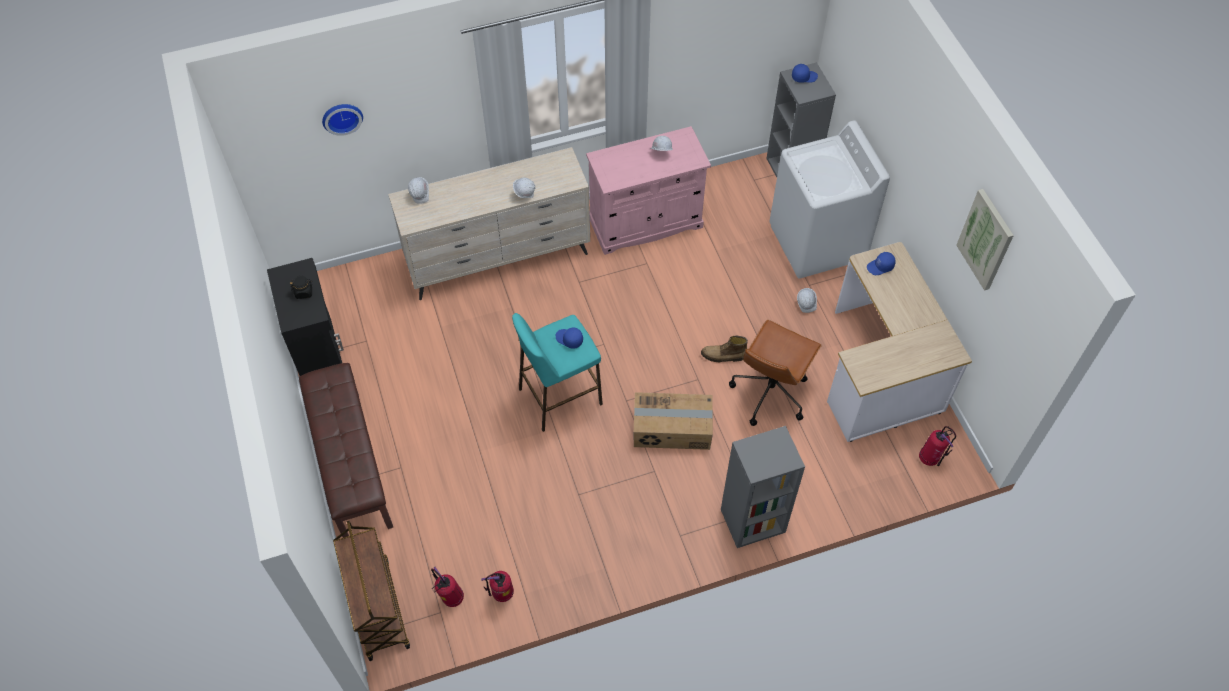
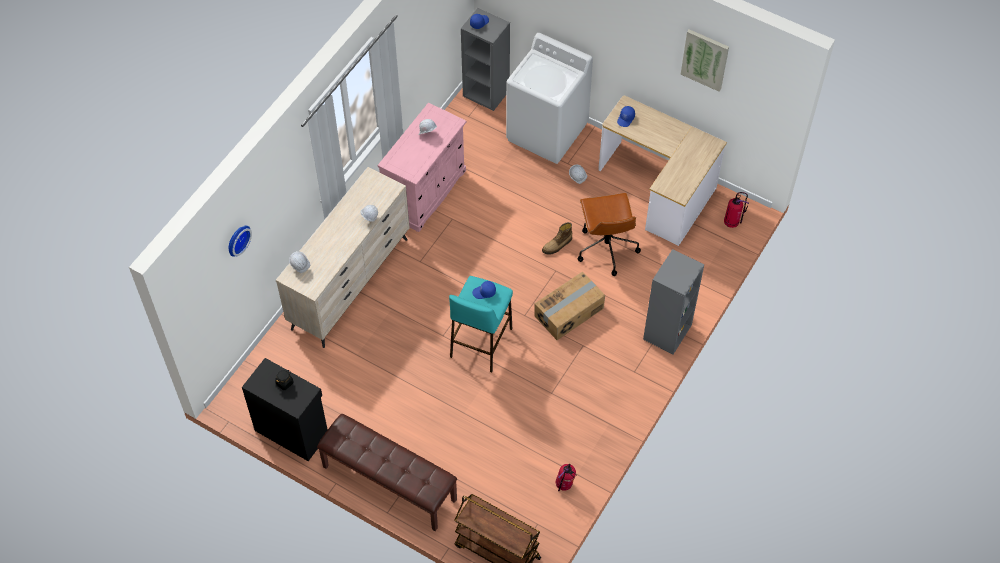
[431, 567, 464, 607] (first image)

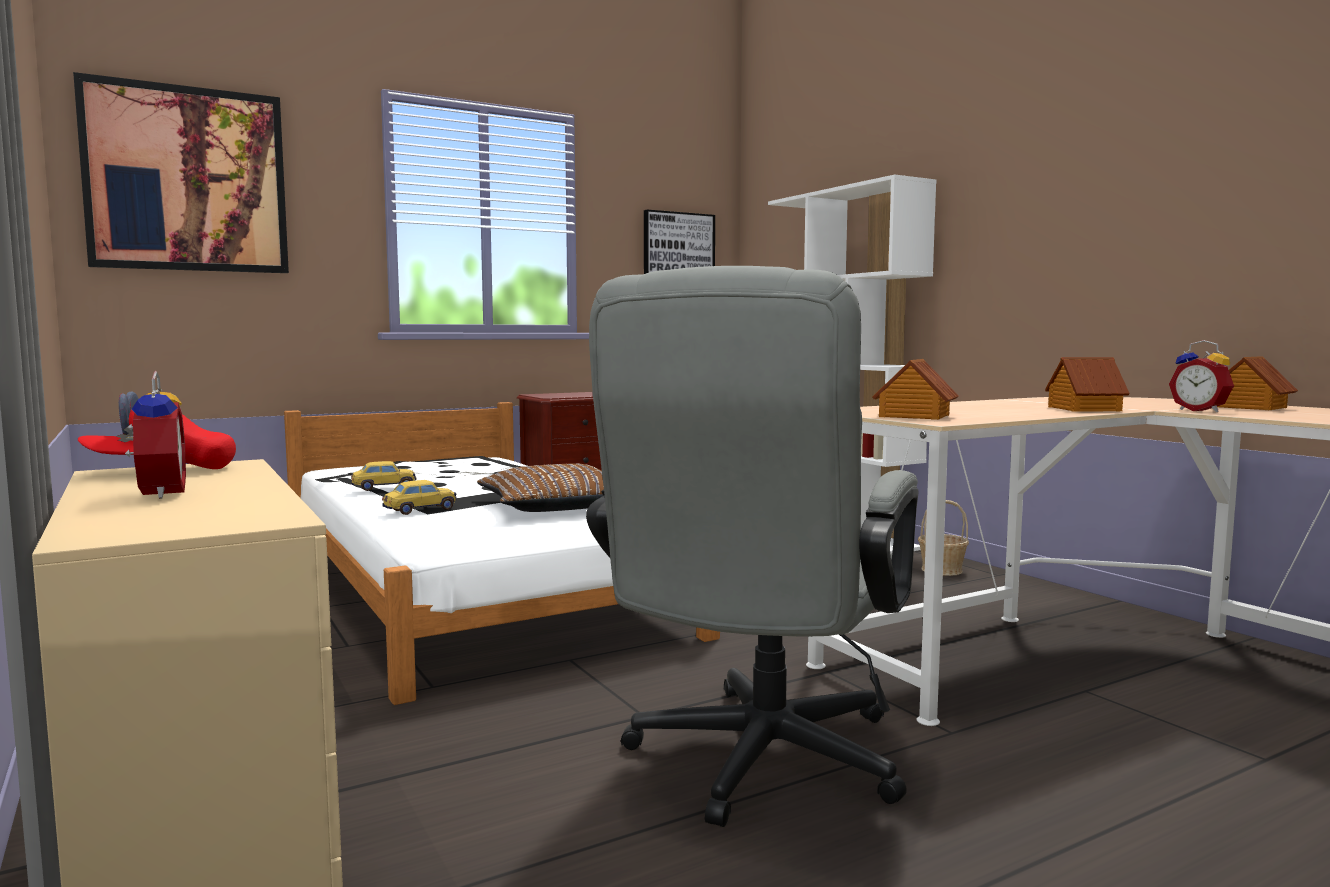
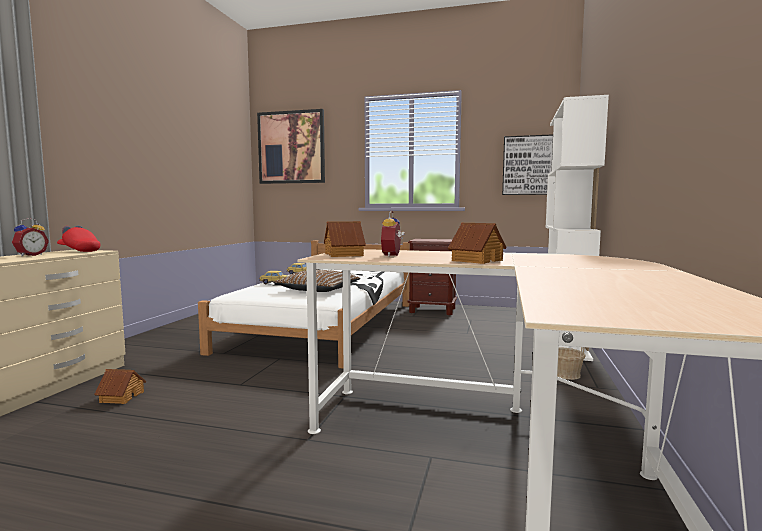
[94, 369, 146, 404]
[381, 210, 405, 257]
[586, 266, 918, 827] (first image)

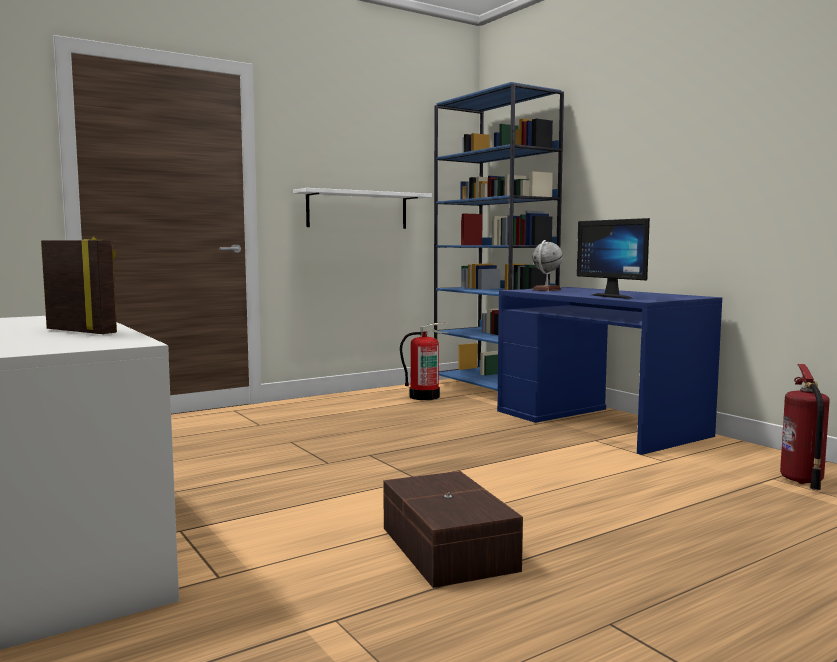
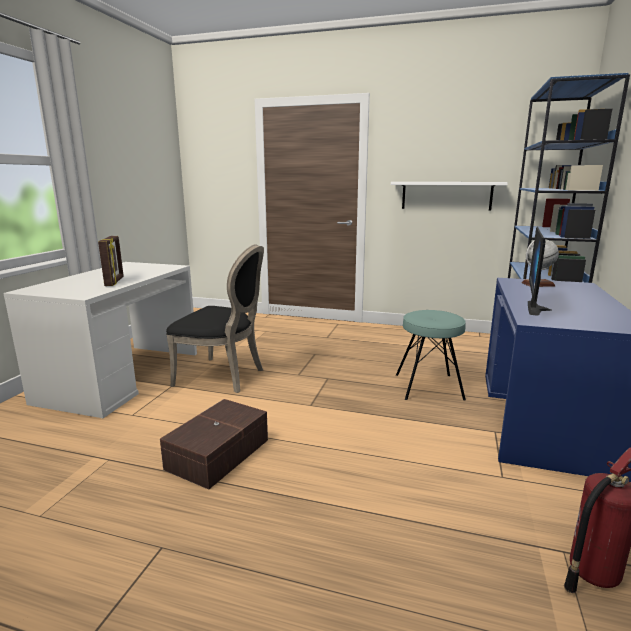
[166, 244, 264, 393]
[396, 310, 466, 401]
[400, 322, 449, 400] (first image)

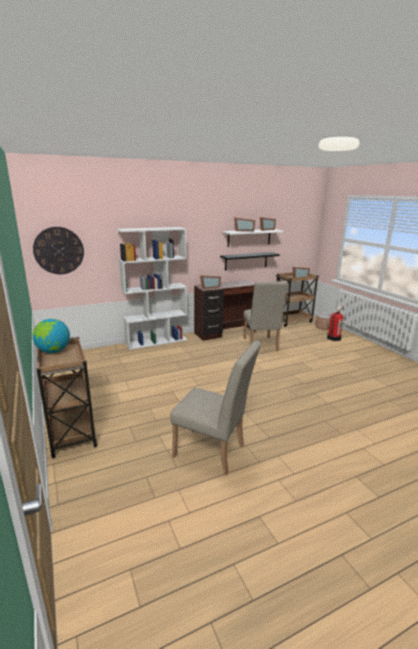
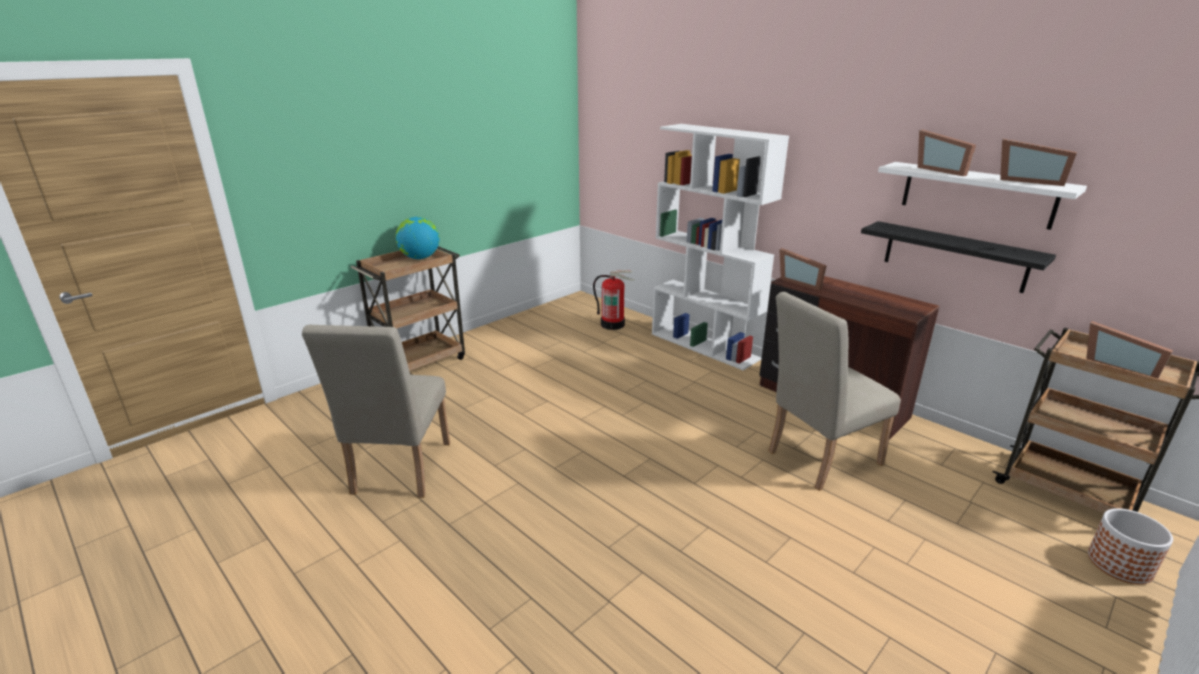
[593, 270, 635, 330]
[33, 227, 84, 274] (first image)

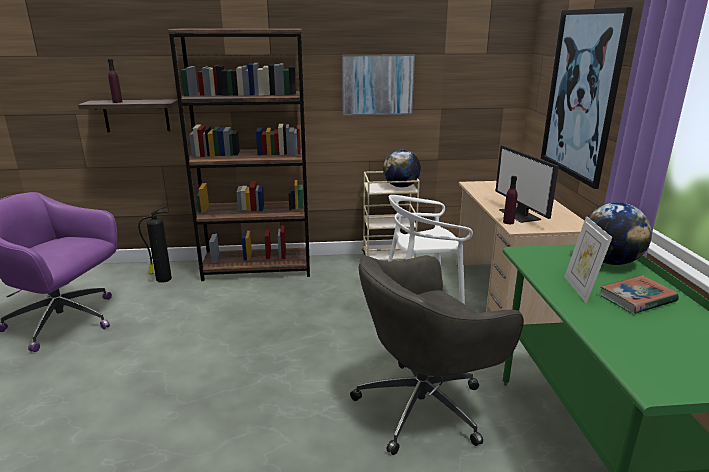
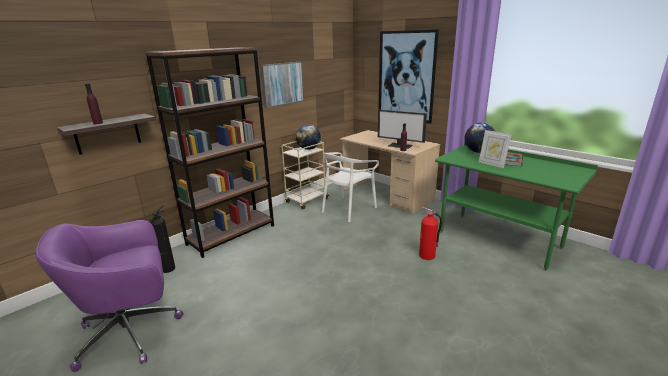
[419, 207, 442, 260]

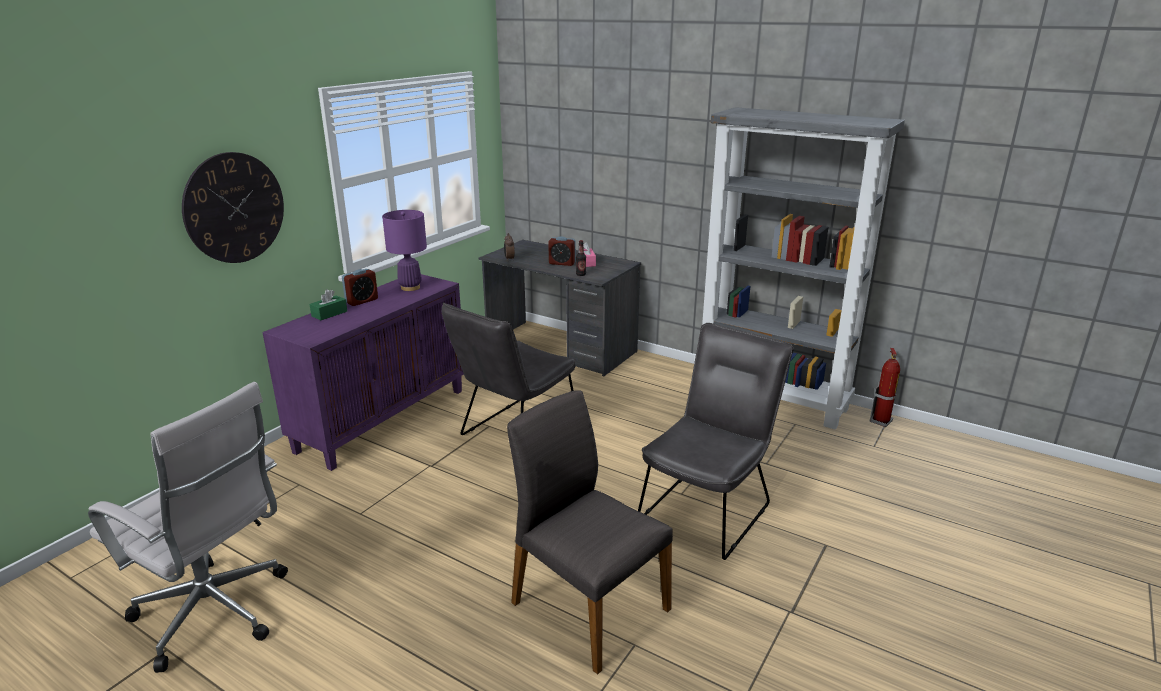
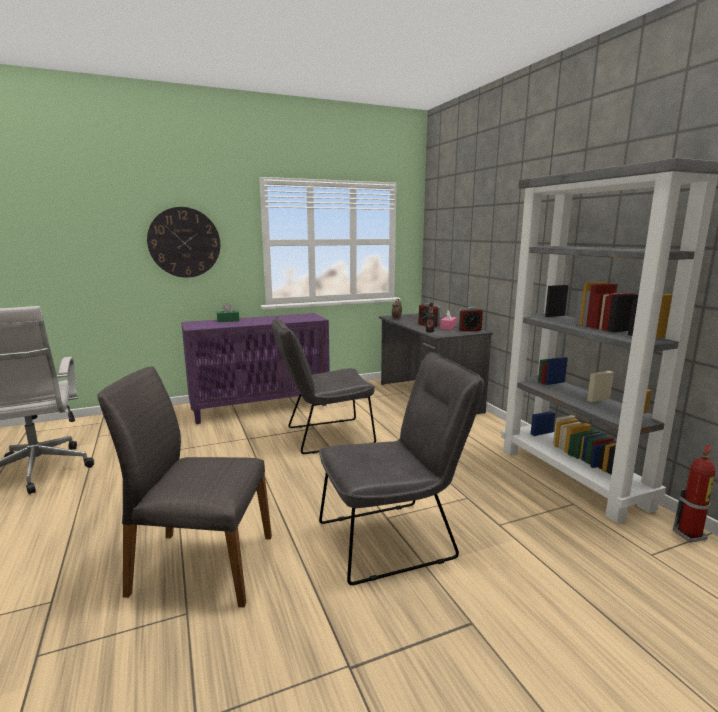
[97, 366, 272, 607]
[458, 307, 483, 332]
[382, 210, 427, 291] (first image)

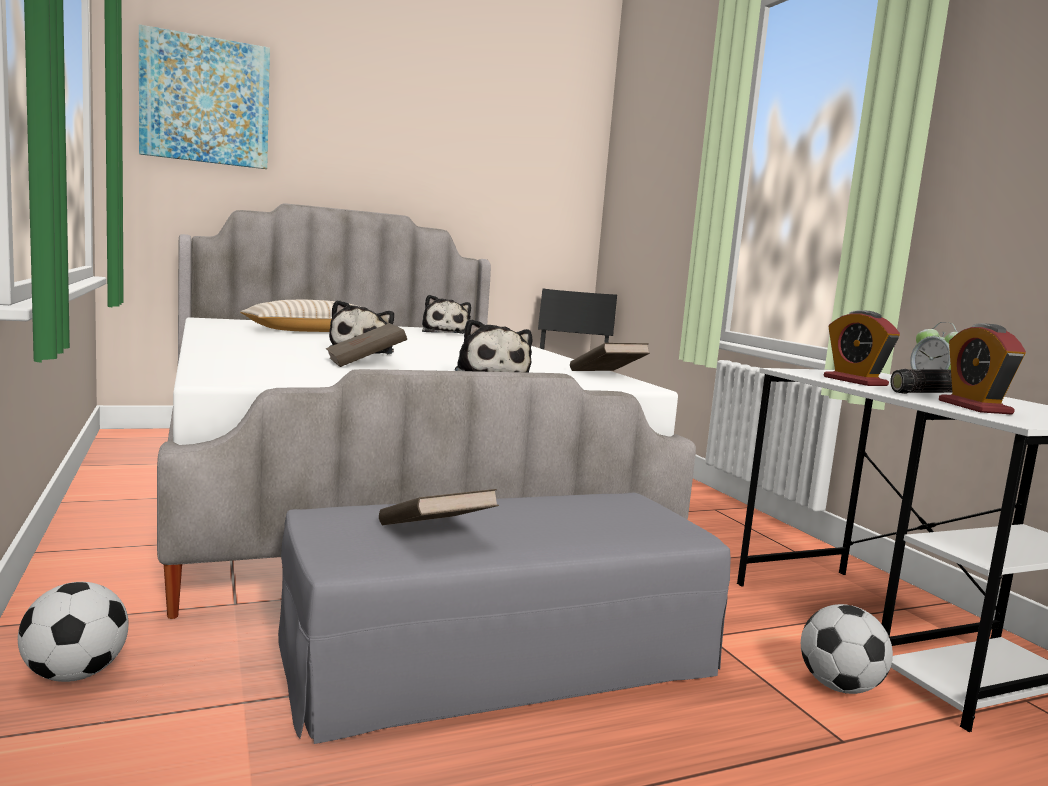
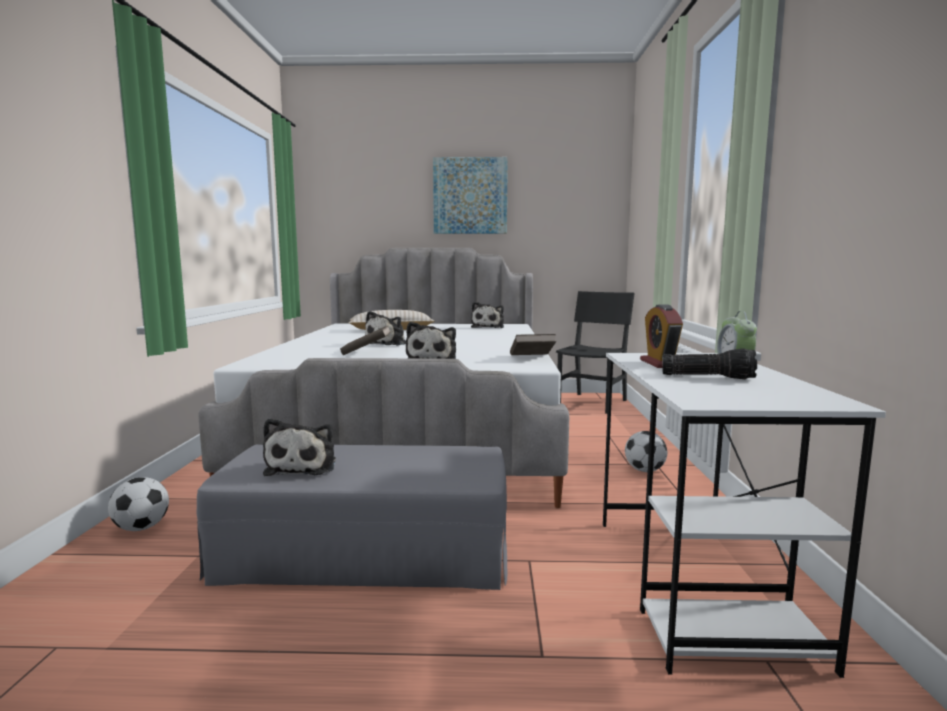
[263, 418, 336, 476]
[433, 157, 508, 234]
[625, 431, 667, 472]
[939, 323, 1026, 414] (first image)

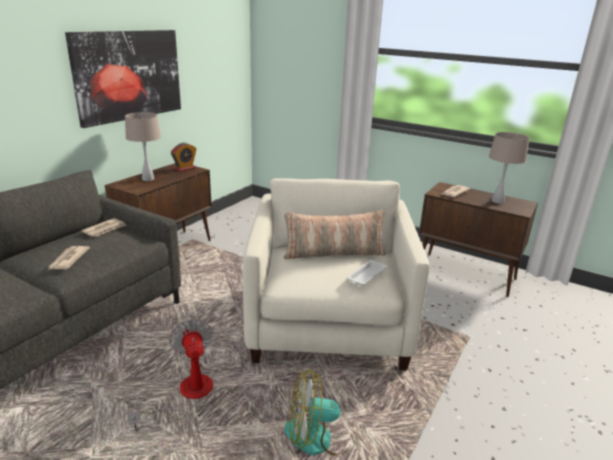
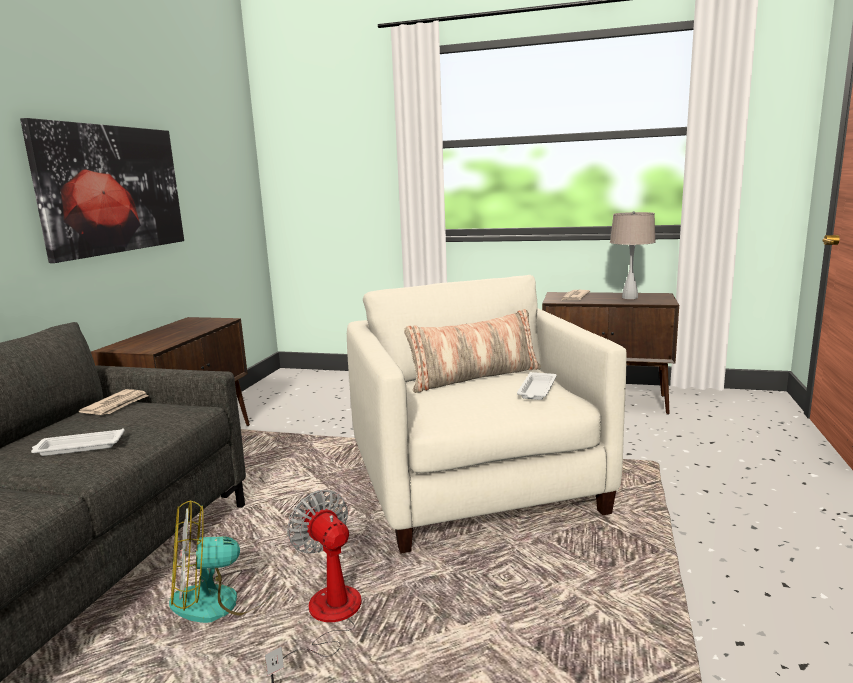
[31, 428, 124, 456]
[169, 500, 272, 623]
[125, 112, 161, 181] (first image)
[171, 143, 197, 172] (first image)

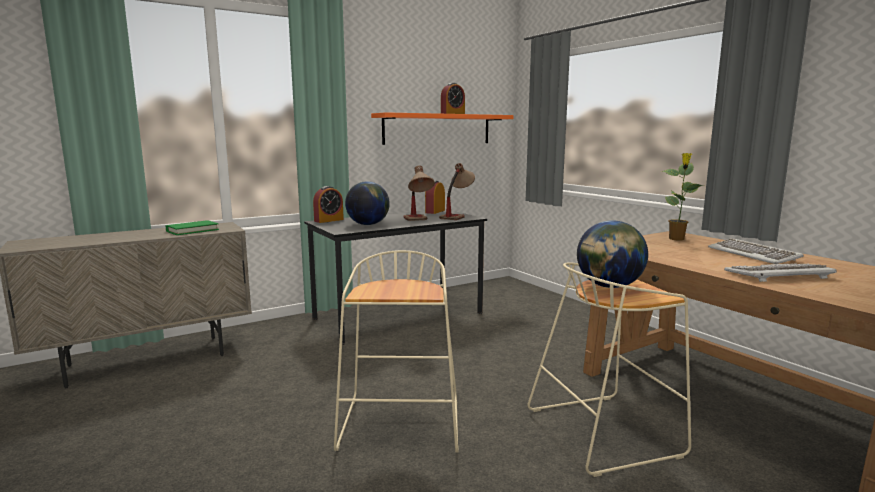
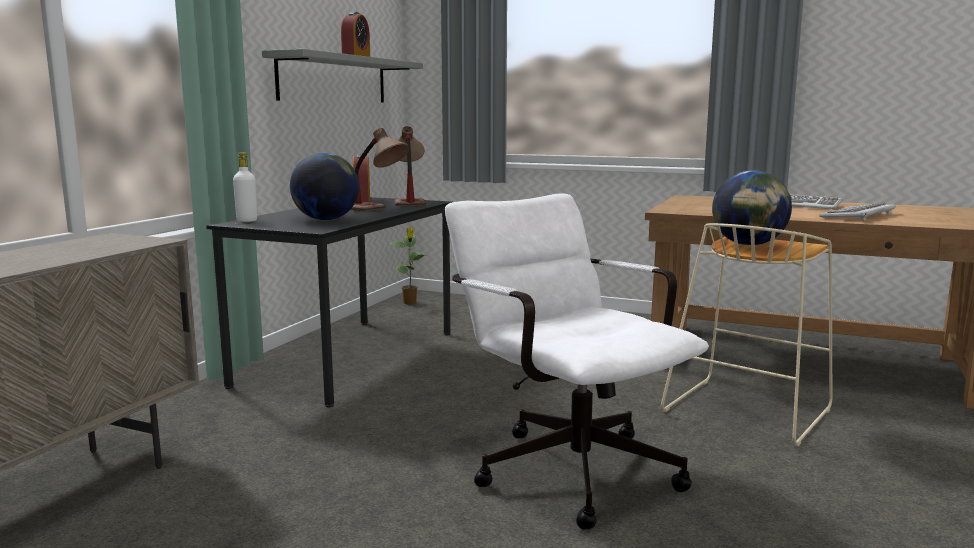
[233, 153, 257, 222]
[262, 49, 423, 103]
[390, 227, 426, 304]
[445, 194, 709, 529]
[166, 220, 219, 235] (first image)

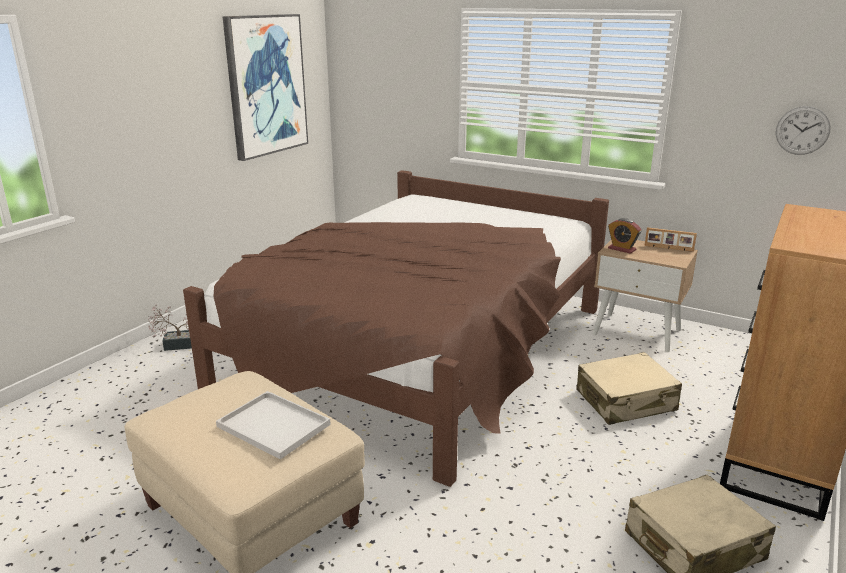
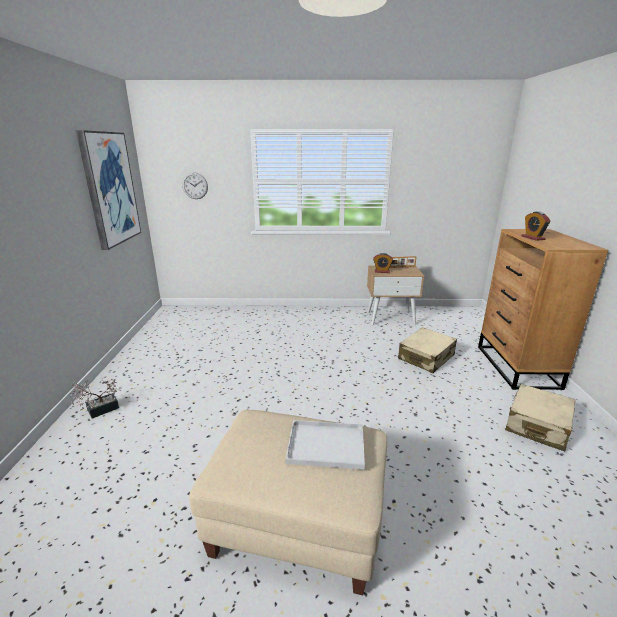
[182, 172, 208, 199]
[521, 212, 551, 241]
[183, 170, 609, 487] (first image)

